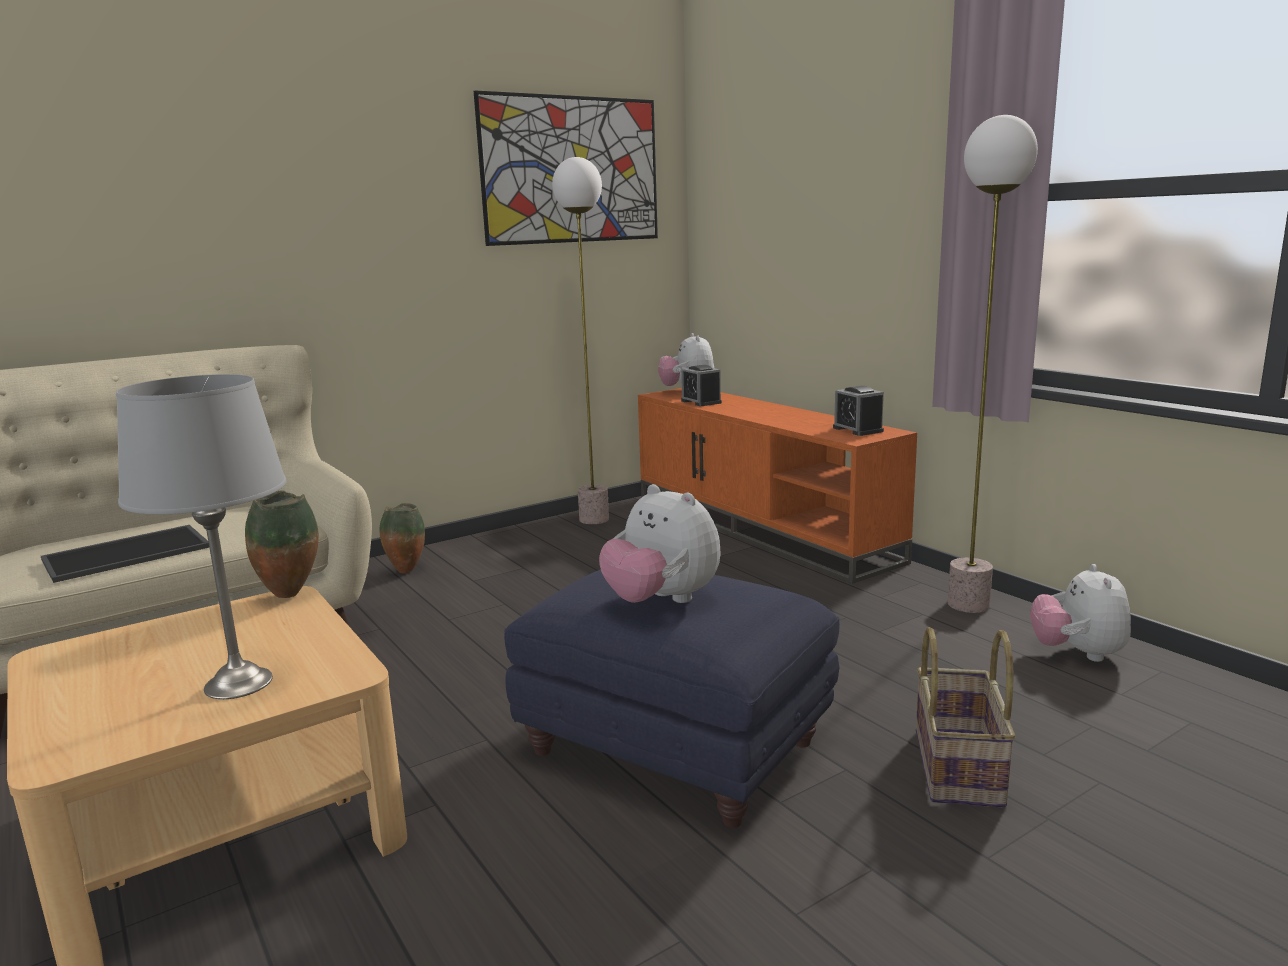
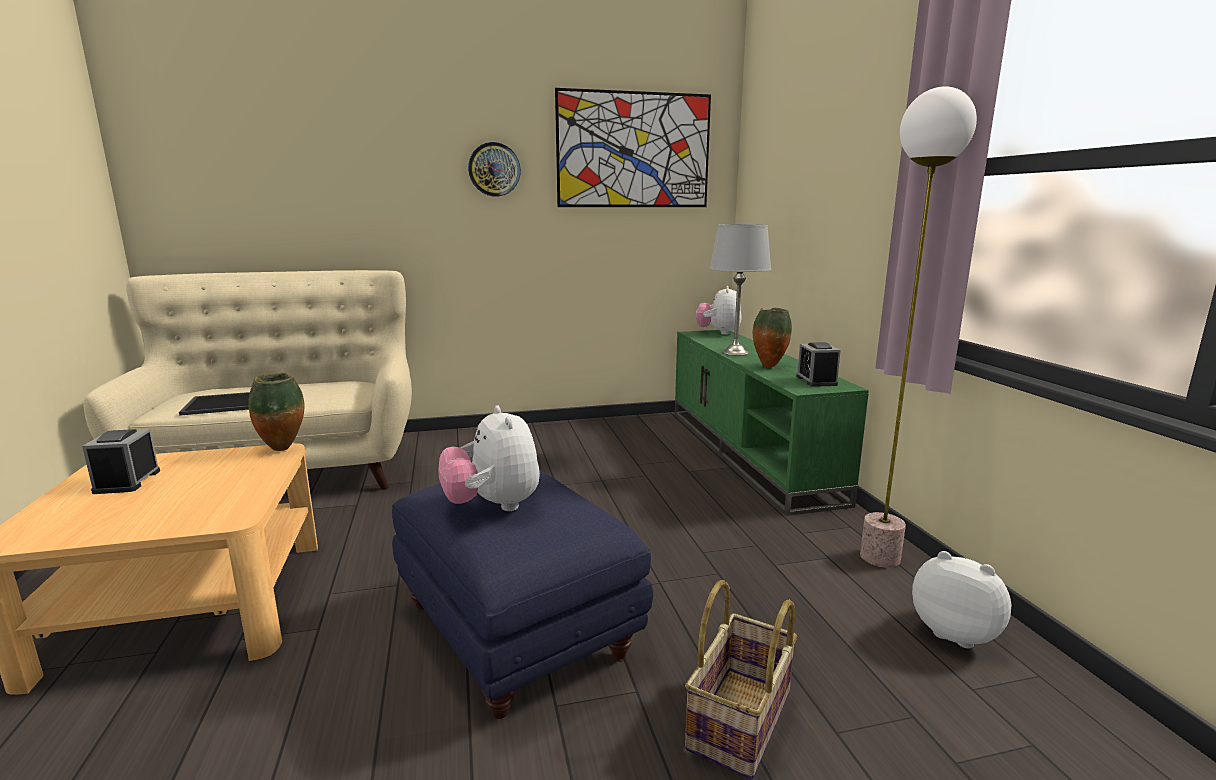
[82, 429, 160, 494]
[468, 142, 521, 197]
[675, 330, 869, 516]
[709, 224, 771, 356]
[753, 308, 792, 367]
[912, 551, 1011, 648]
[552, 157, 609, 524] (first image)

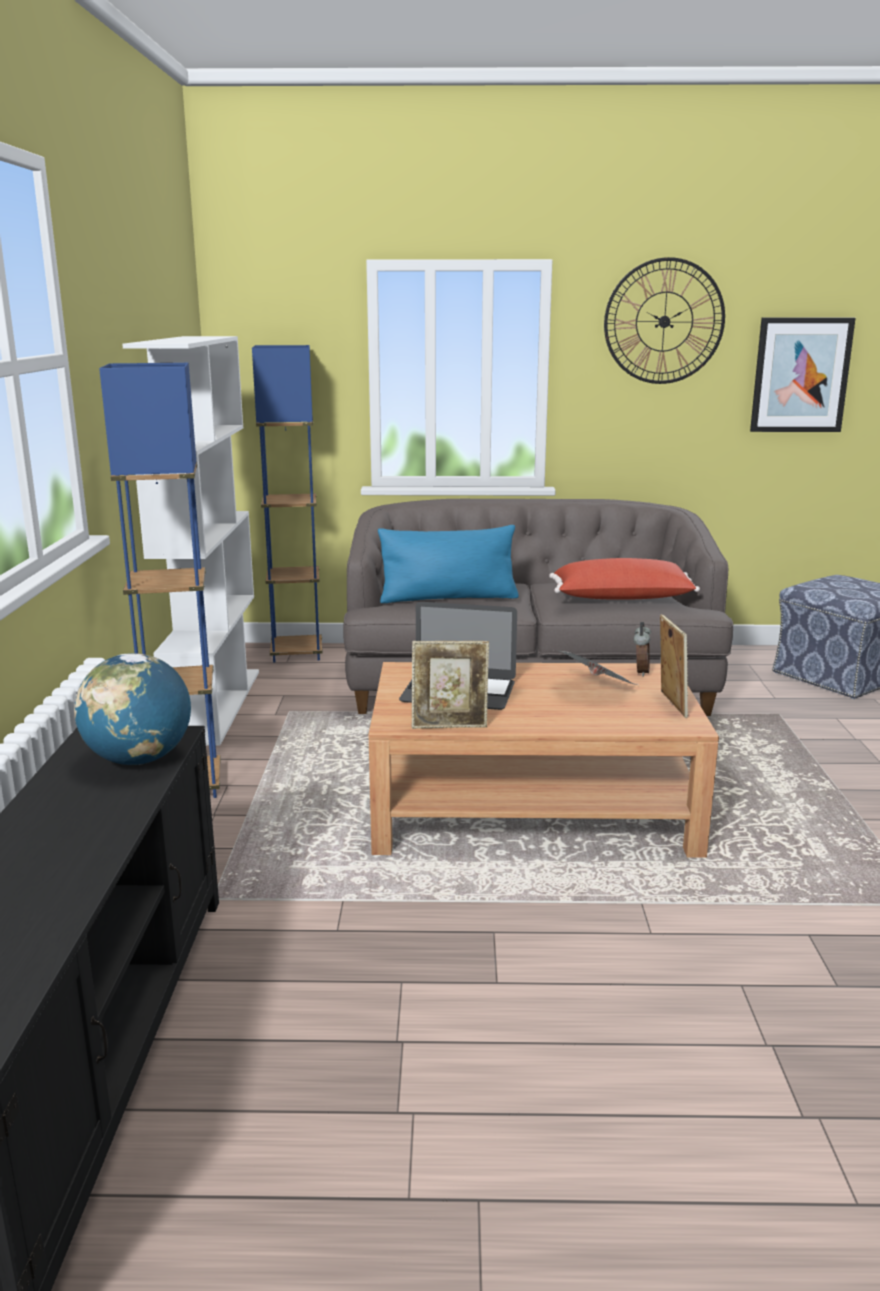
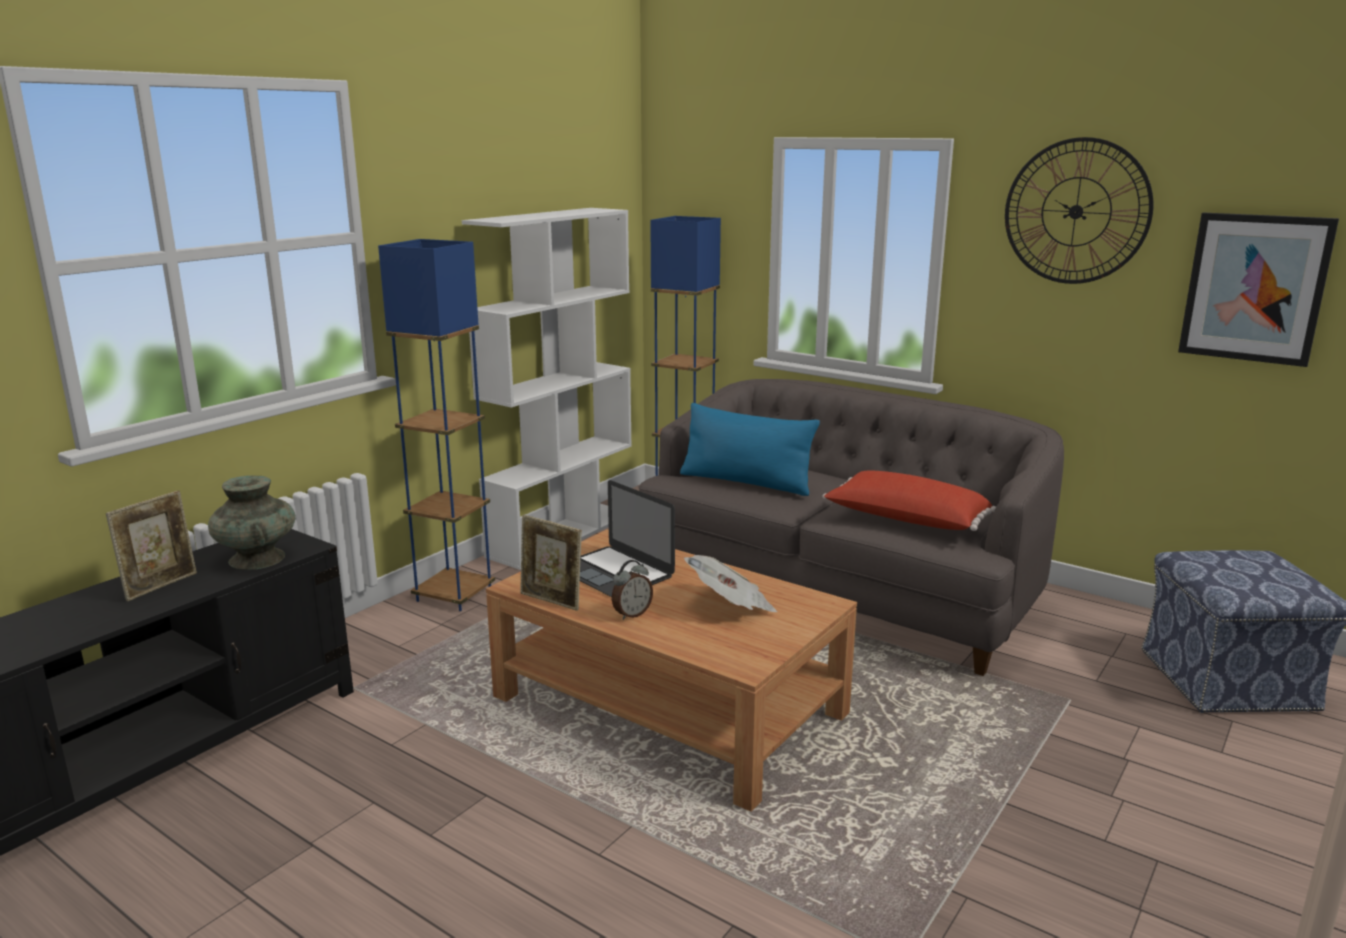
[106, 490, 197, 601]
[208, 476, 296, 570]
[612, 560, 653, 620]

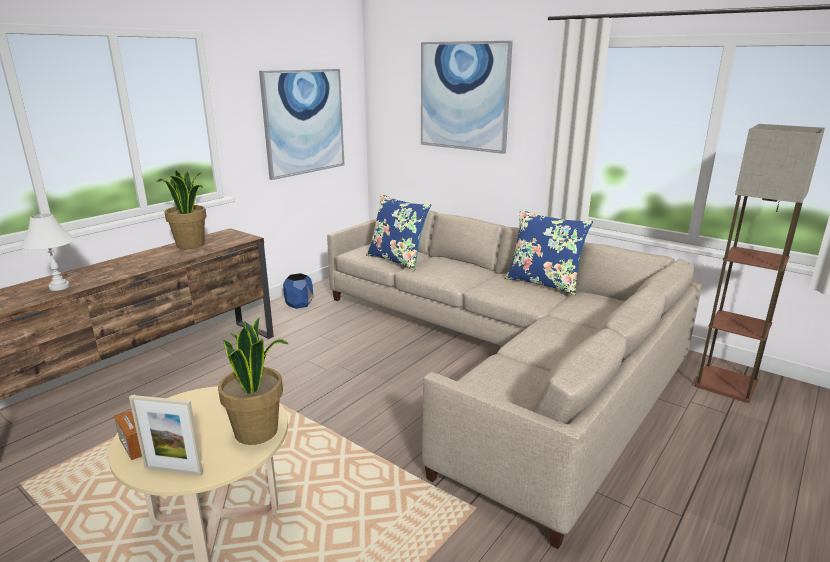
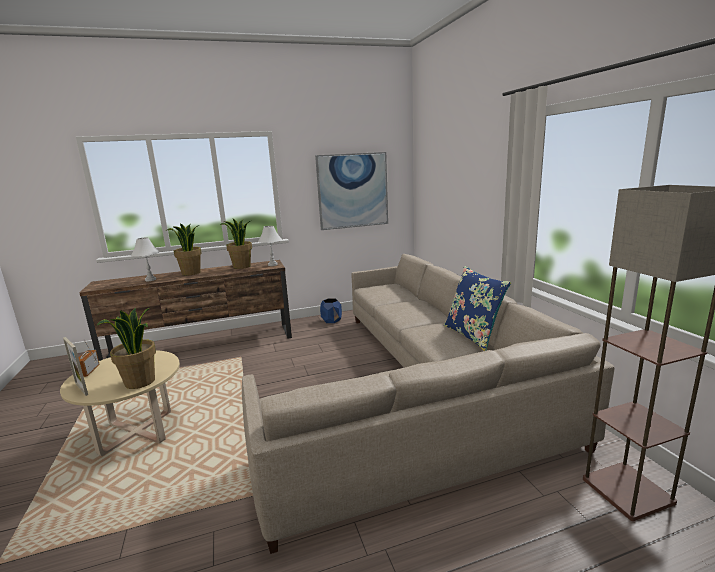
[167, 223, 202, 276]
[258, 226, 282, 266]
[366, 194, 431, 271] (first image)
[421, 41, 513, 154] (first image)

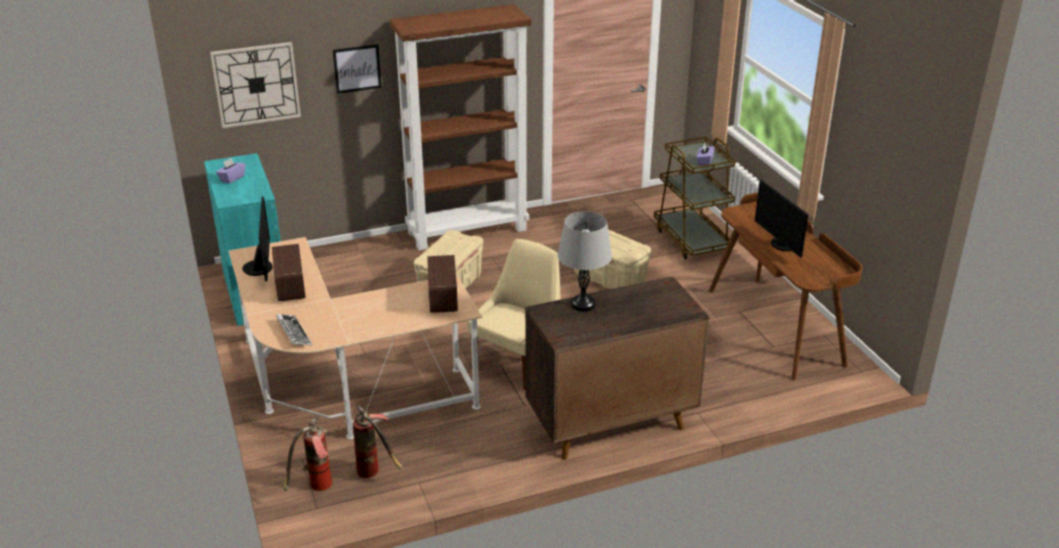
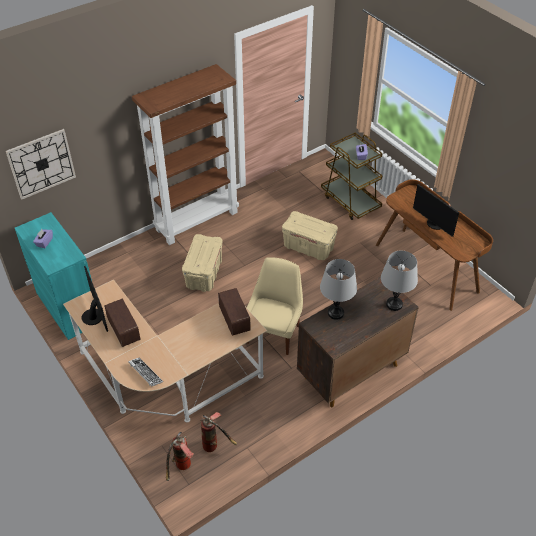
[381, 251, 418, 311]
[333, 44, 382, 94] (first image)

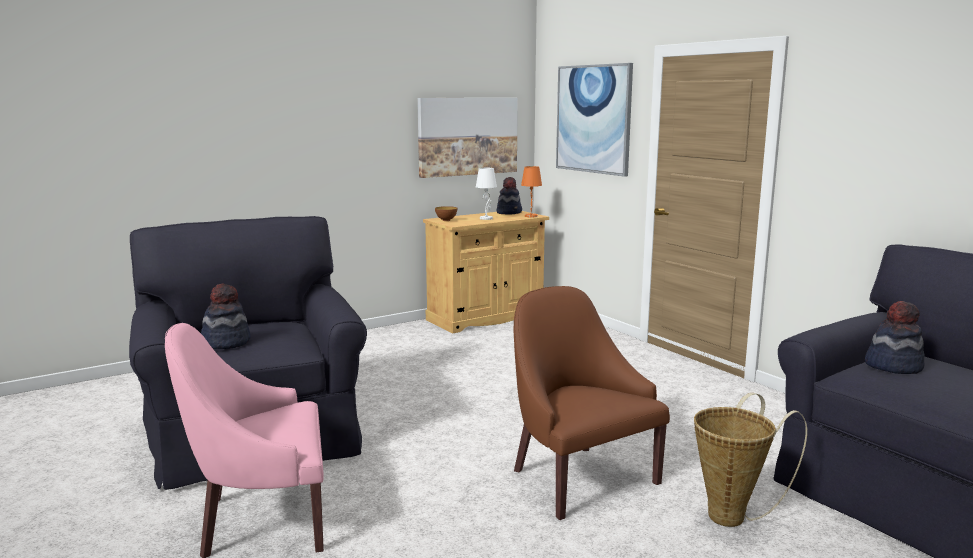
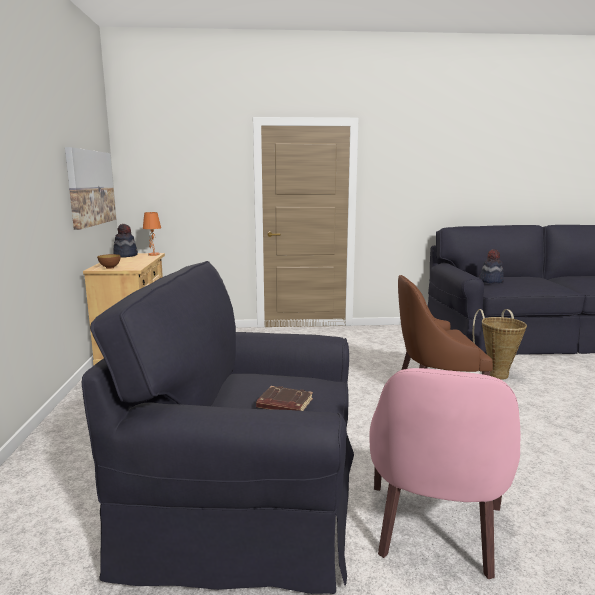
[256, 386, 313, 411]
[476, 168, 497, 220] (first image)
[556, 63, 633, 177] (first image)

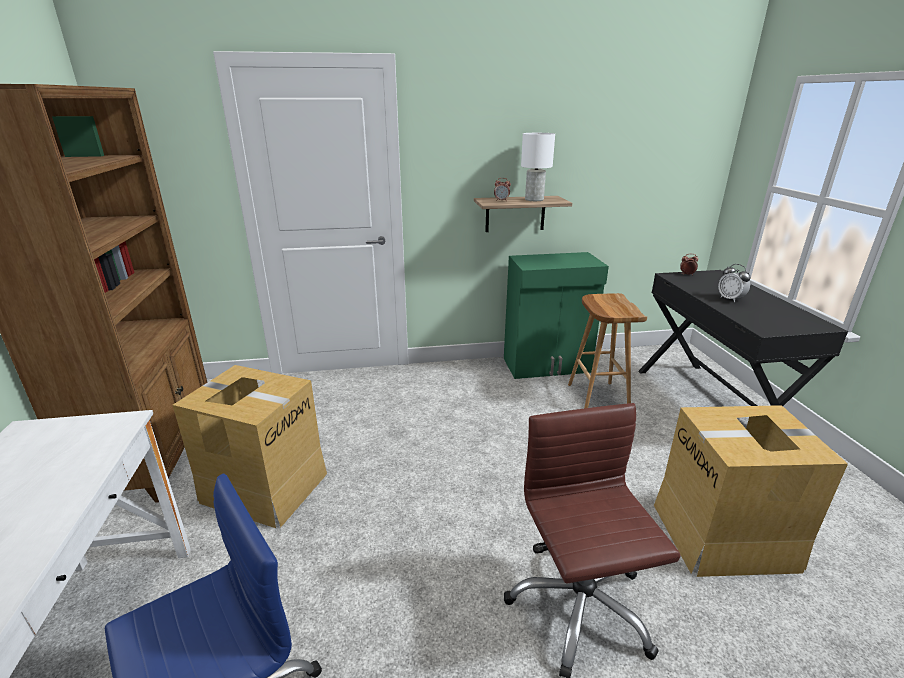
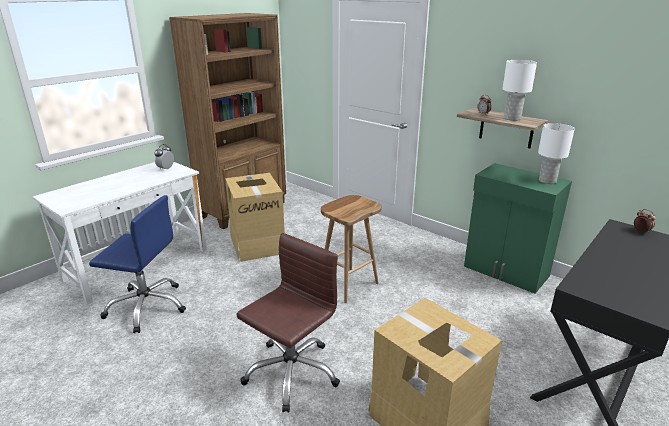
[155, 144, 174, 170]
[321, 195, 382, 303]
[538, 123, 575, 184]

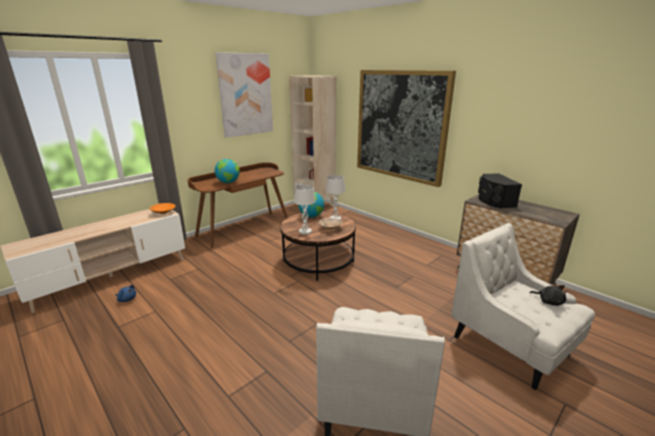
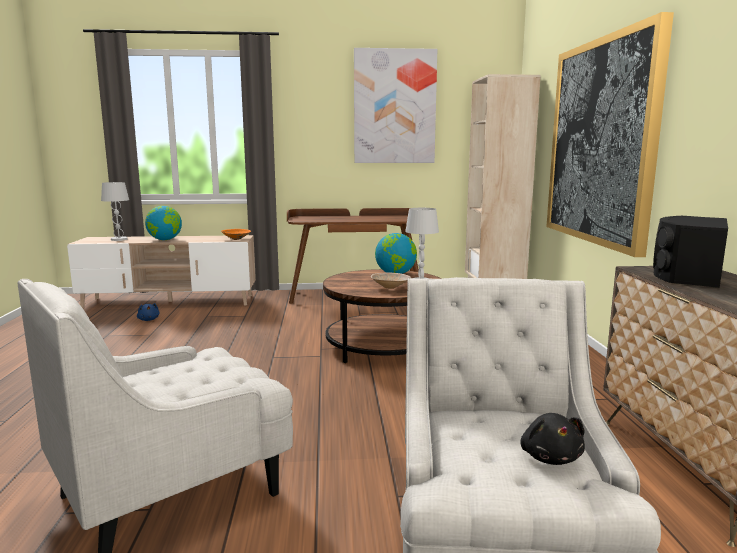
[101, 182, 129, 241]
[145, 206, 182, 240]

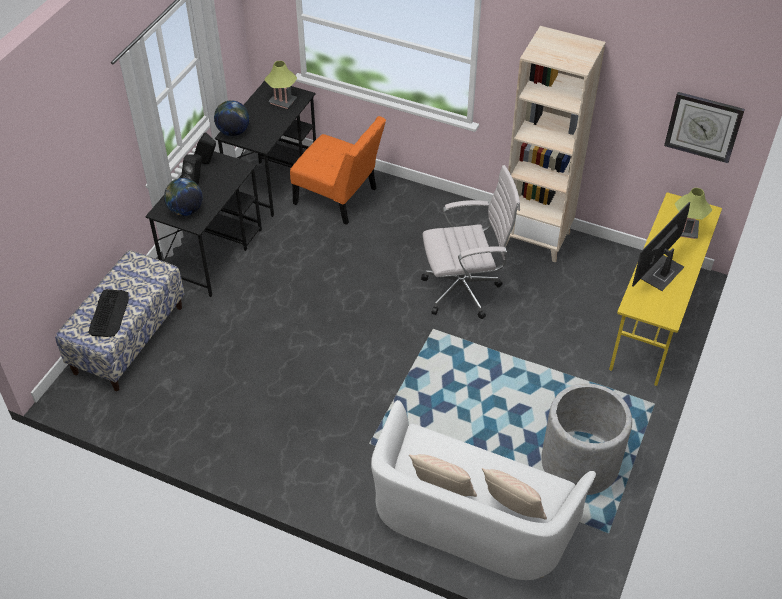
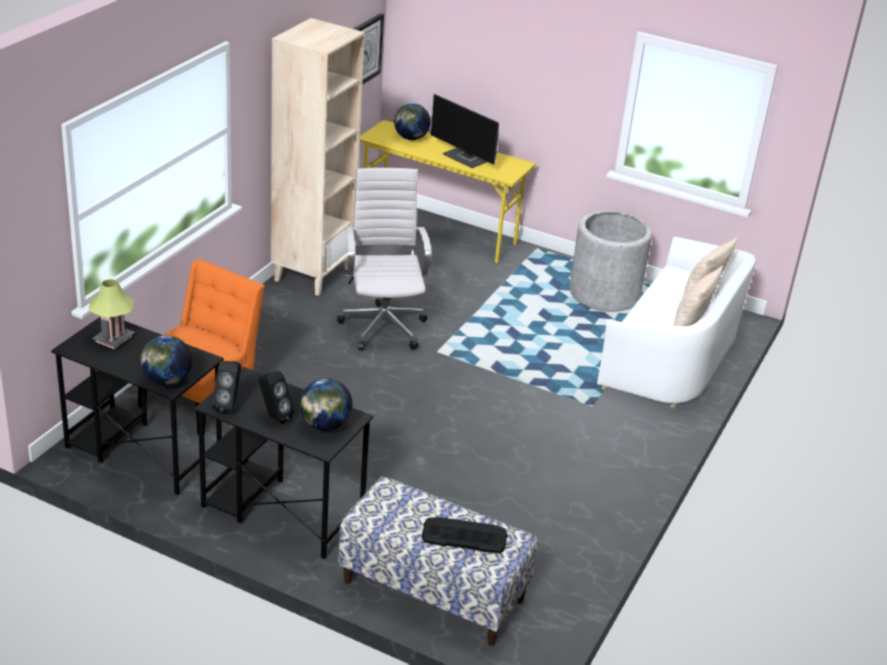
[394, 103, 430, 140]

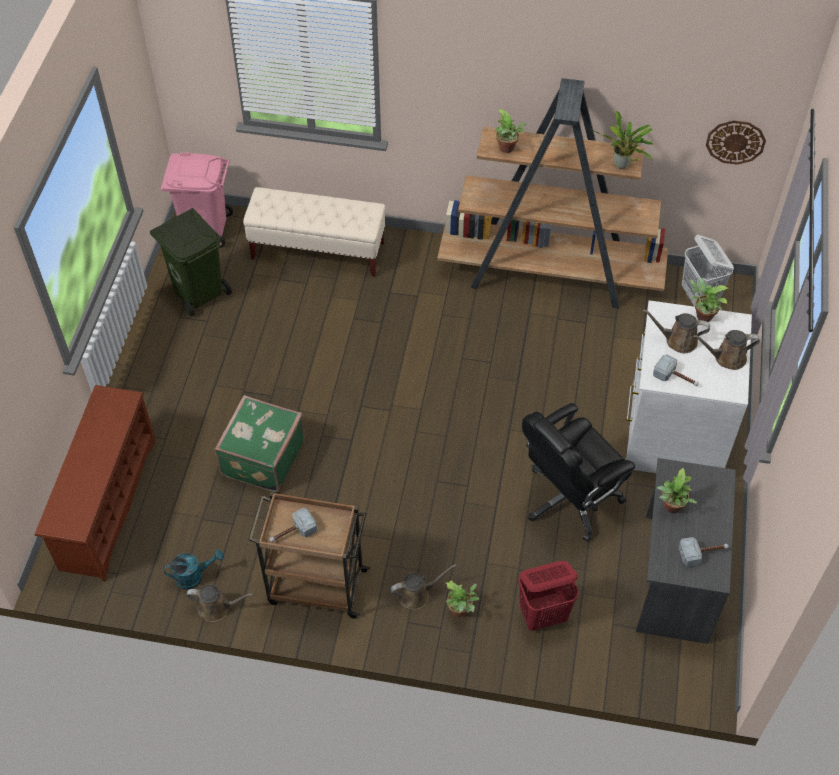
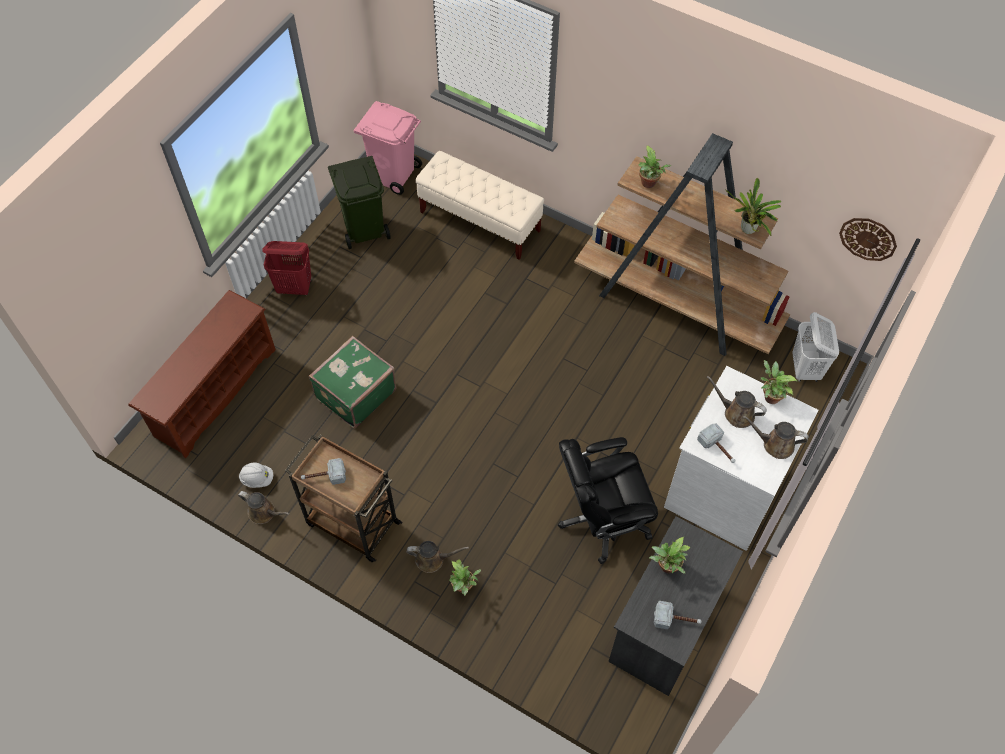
[239, 463, 273, 488]
[262, 241, 311, 295]

